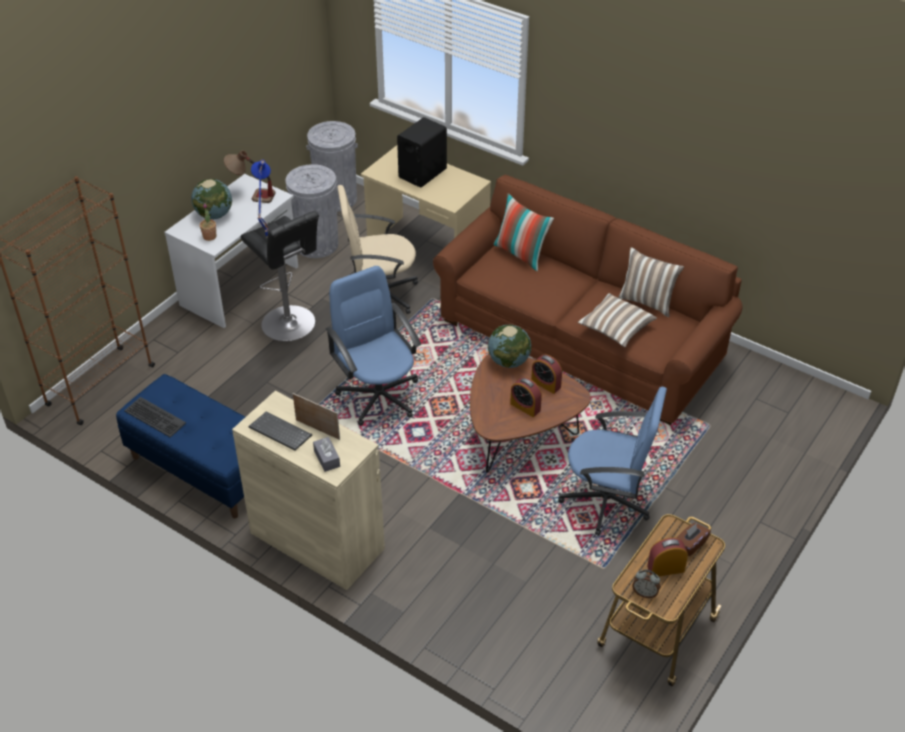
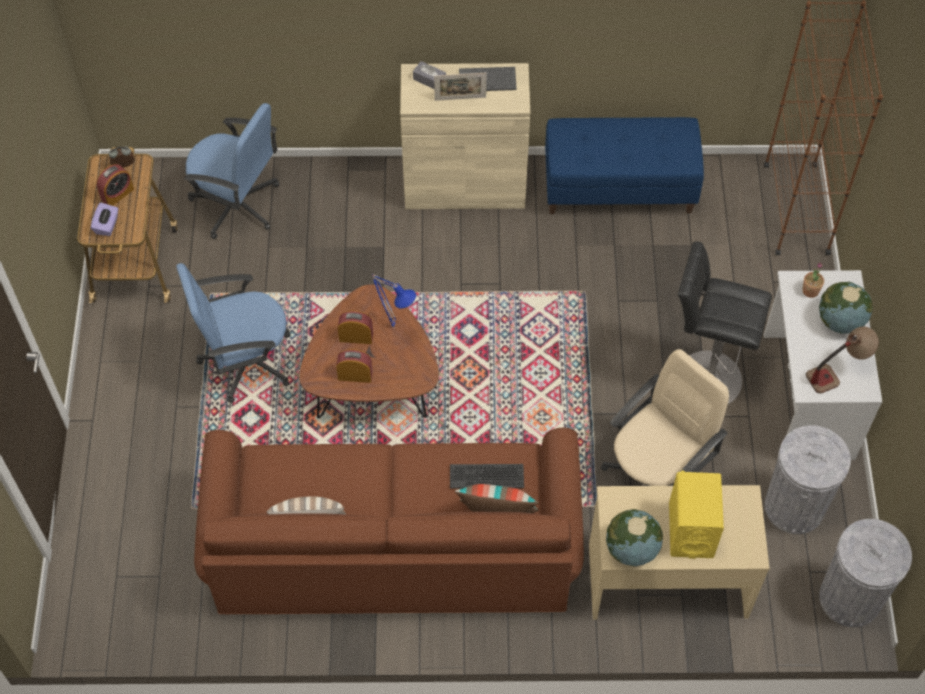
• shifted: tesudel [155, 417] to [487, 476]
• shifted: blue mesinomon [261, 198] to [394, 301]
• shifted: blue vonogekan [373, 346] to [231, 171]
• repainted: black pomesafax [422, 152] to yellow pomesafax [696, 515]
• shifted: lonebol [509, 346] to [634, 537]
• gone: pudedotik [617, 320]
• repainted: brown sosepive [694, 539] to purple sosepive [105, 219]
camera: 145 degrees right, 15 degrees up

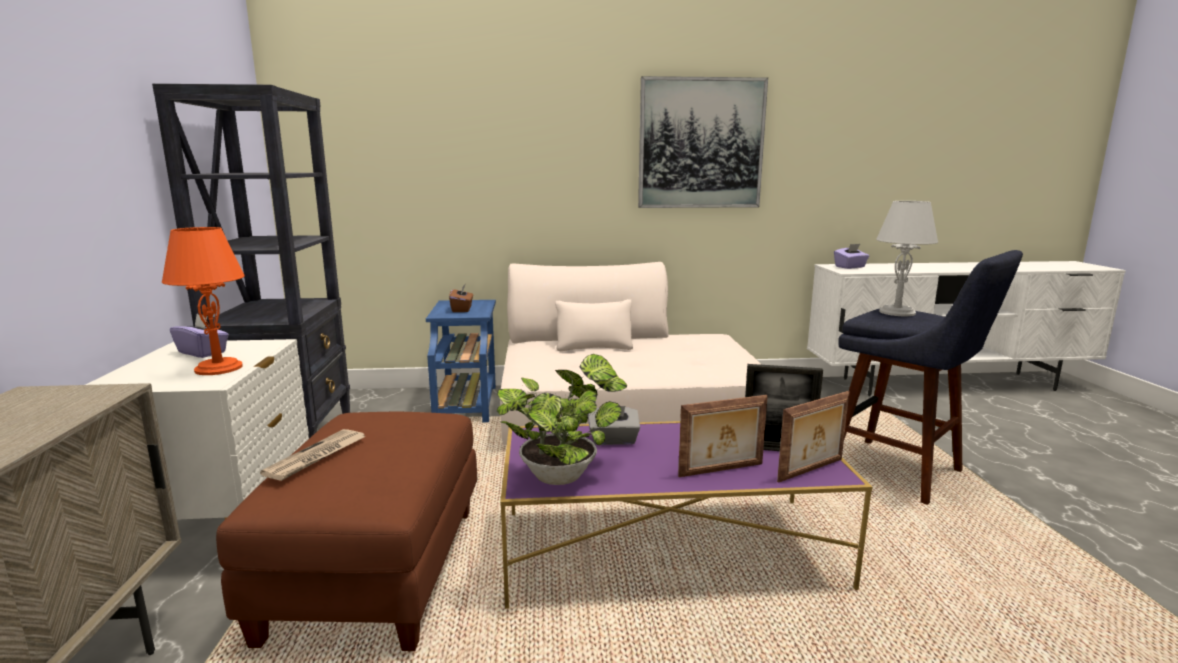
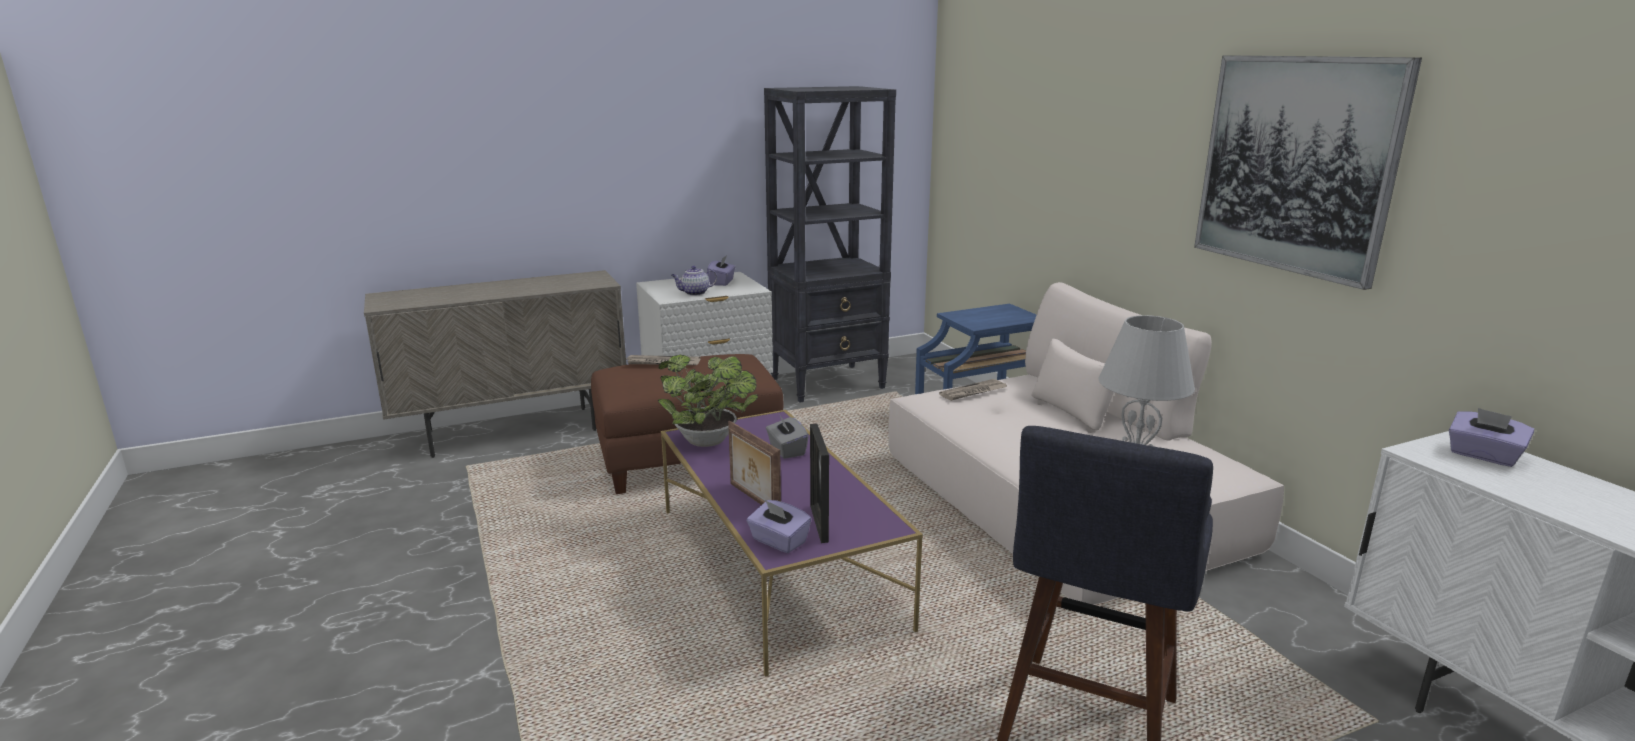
• swapped: orange mesinomon [203, 301] to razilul [694, 281]
• gone: brown sosepive [461, 298]
• swapped: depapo [813, 437] to purple sosepive [779, 526]
• new: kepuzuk [973, 390]
camera: 70 degrees right, 5 degrees up

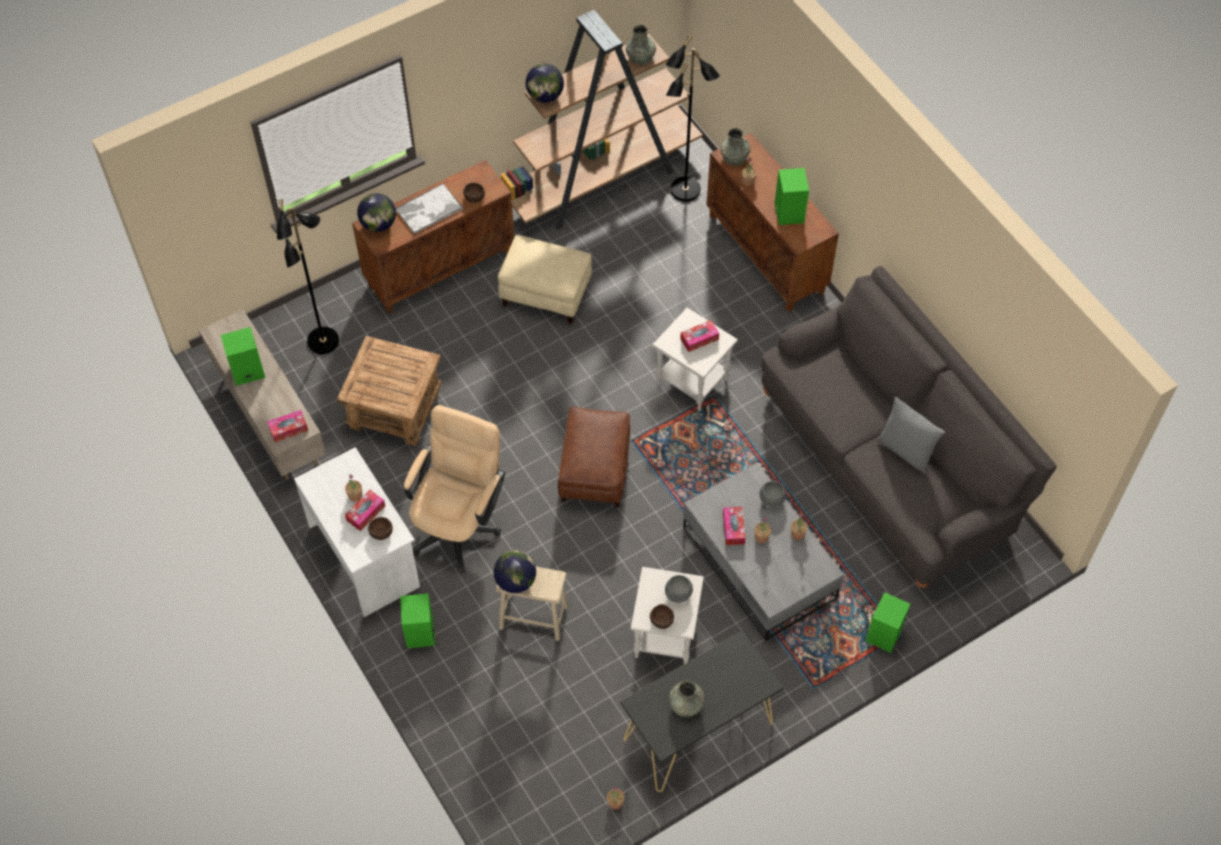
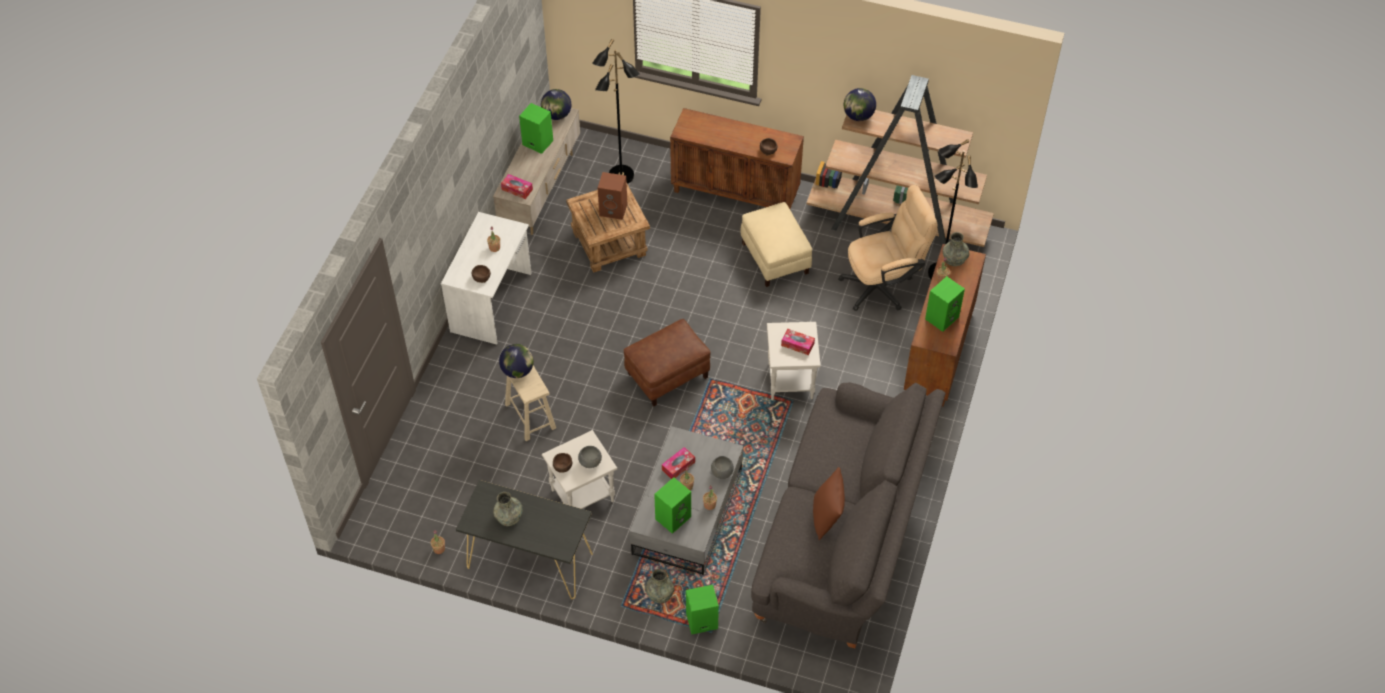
• gone: sosepive [365, 510]
• shifted: lonebol [376, 212] to [556, 104]
• gone: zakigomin [429, 208]
• shifted: green pomesafax [417, 620] to [672, 505]
• shifted: beige vonogekan [454, 489] to [888, 248]
• shifted: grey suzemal [641, 44] to [659, 586]
• repainted: grey pudedotik [911, 435] to brown pudedotik [829, 503]
• new: brown pomesafax [612, 196]
camera: 50 degrees right, 5 degrees down

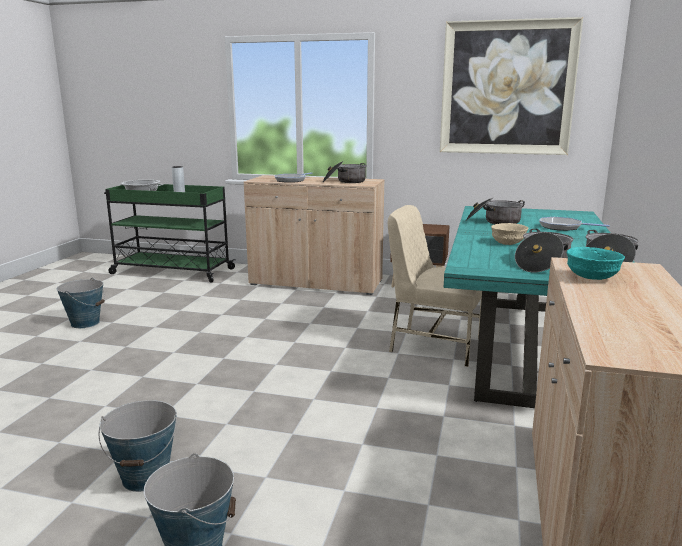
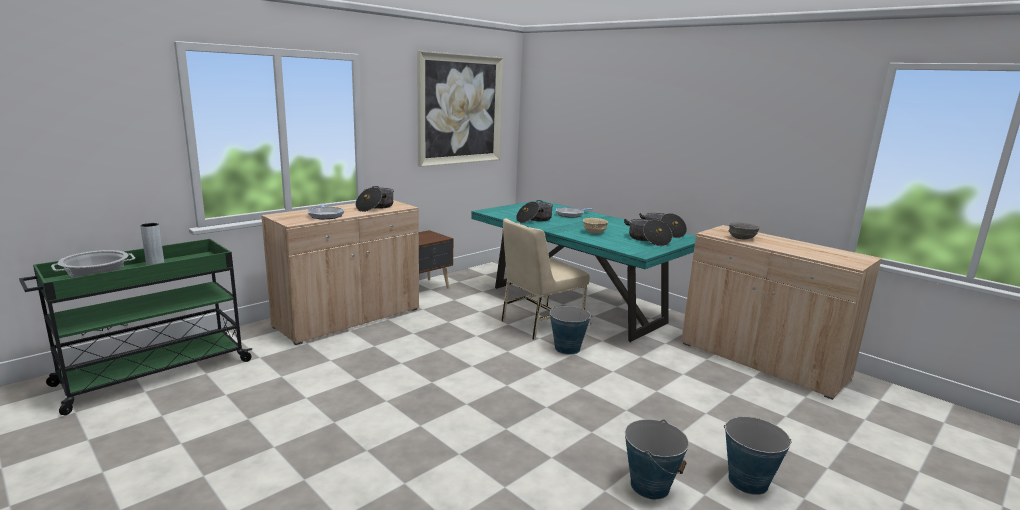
• shifted: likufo [81, 303] to [570, 330]
• repainted: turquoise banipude [595, 263] to grey banipude [744, 231]
camera: 60 degrees left, 0 degrees up

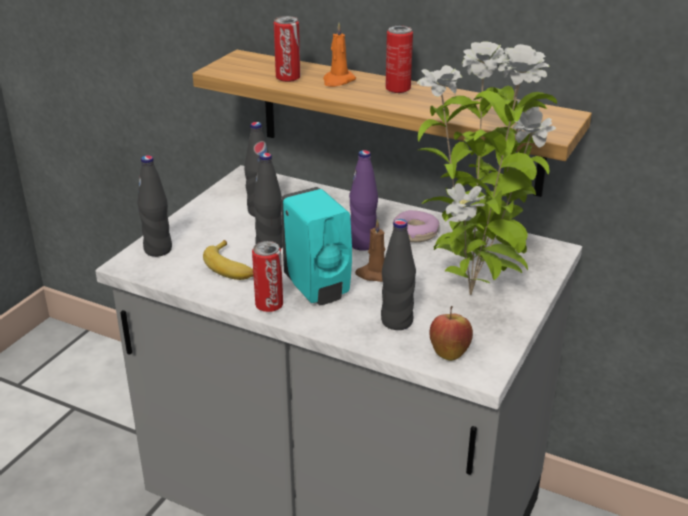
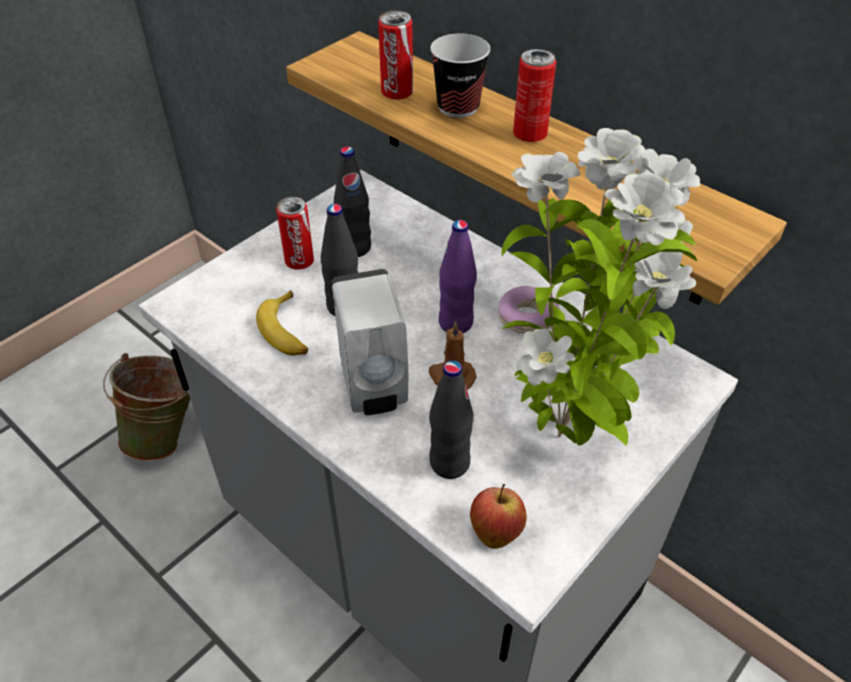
• gone: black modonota [154, 206]
• shifted: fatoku [267, 276] to [295, 233]
• repainted: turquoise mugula [316, 246] to white mugula [370, 342]
• swapped: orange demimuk [339, 55] to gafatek [460, 75]
• new: green likufo [146, 407]
camera: 15 degrees right, 15 degrees up

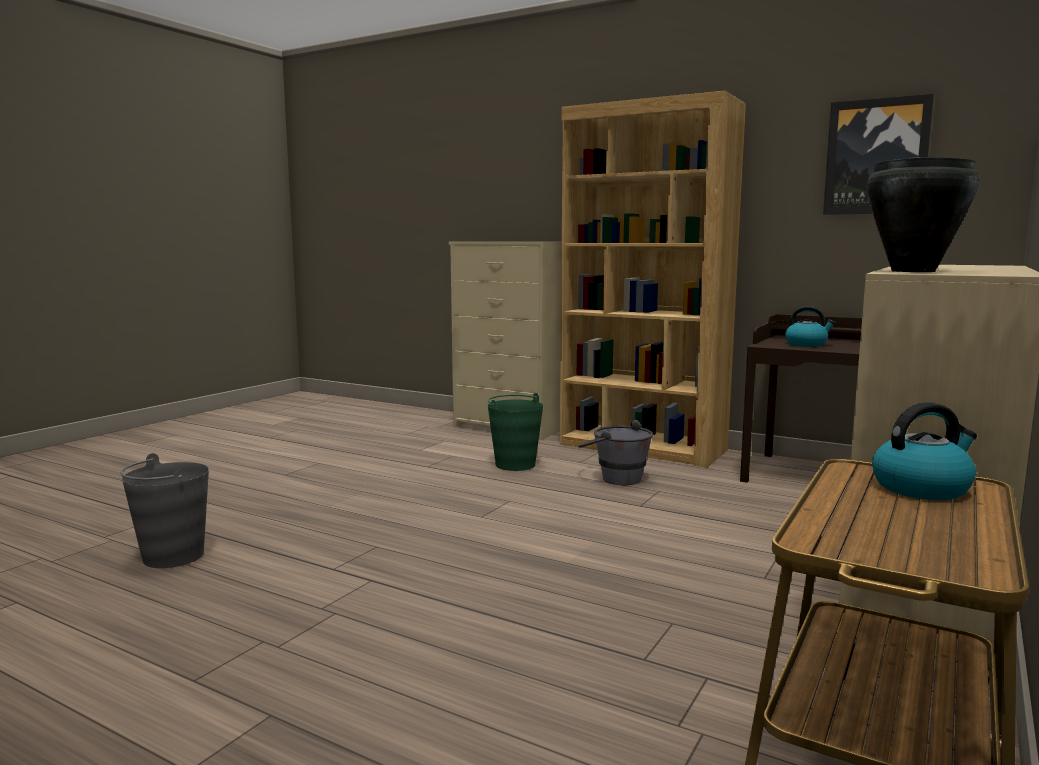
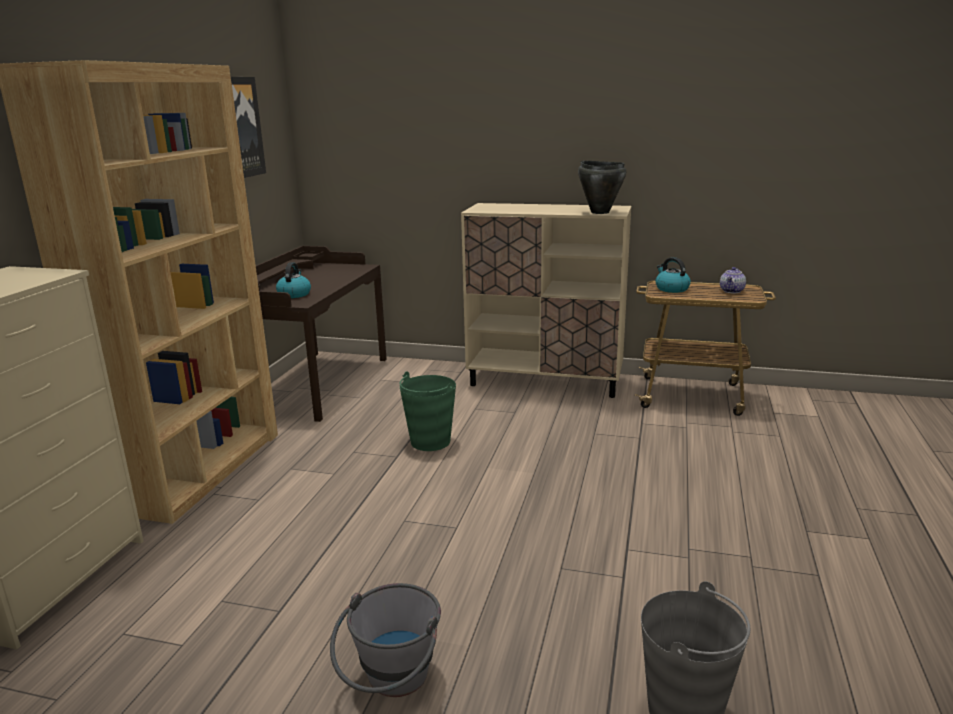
• shifted: green likufo [515, 432] to [427, 411]
• shifted: grey likufo [616, 452] to [385, 640]
• new: razilul [733, 280]
camera: 105 degrees left, 10 degrees up

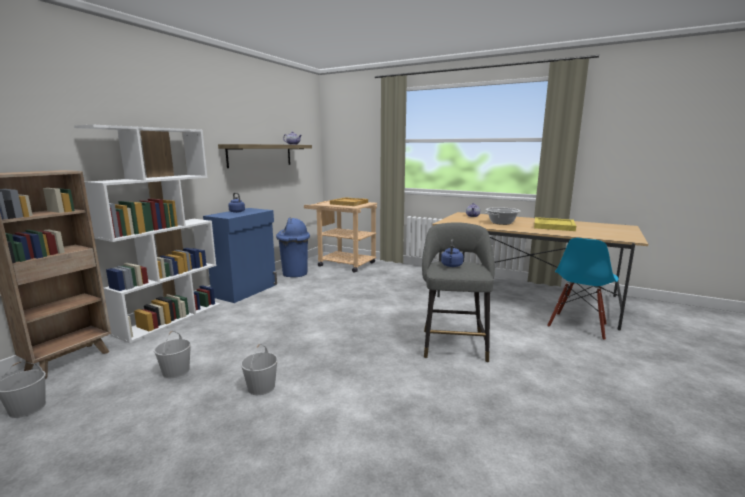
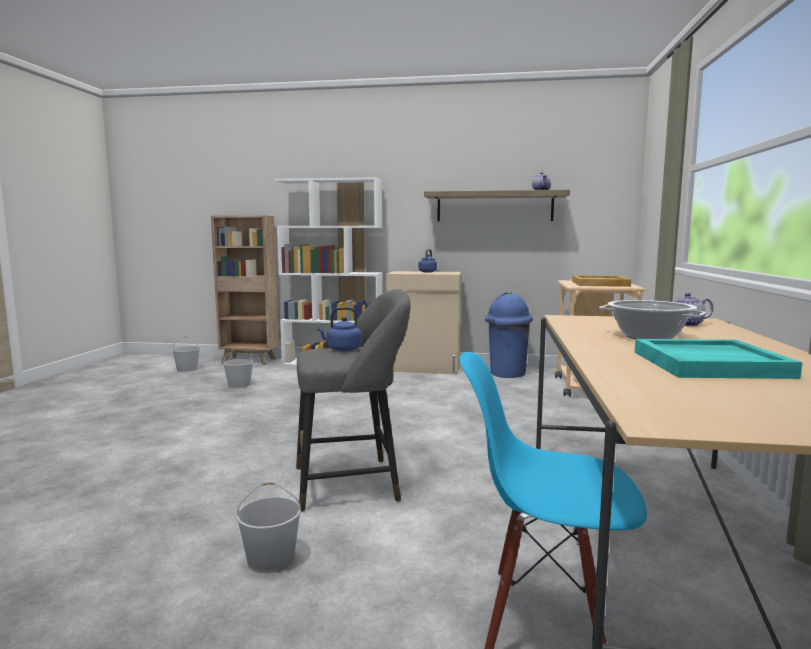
• repainted: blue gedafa [240, 255] to beige gedafa [423, 322]
• shifted: white likufo [259, 369] to [268, 527]
• repainted: yellow zakigomin [555, 224] to turquoise zakigomin [718, 359]
camera: 70 degrees right, 5 degrees down

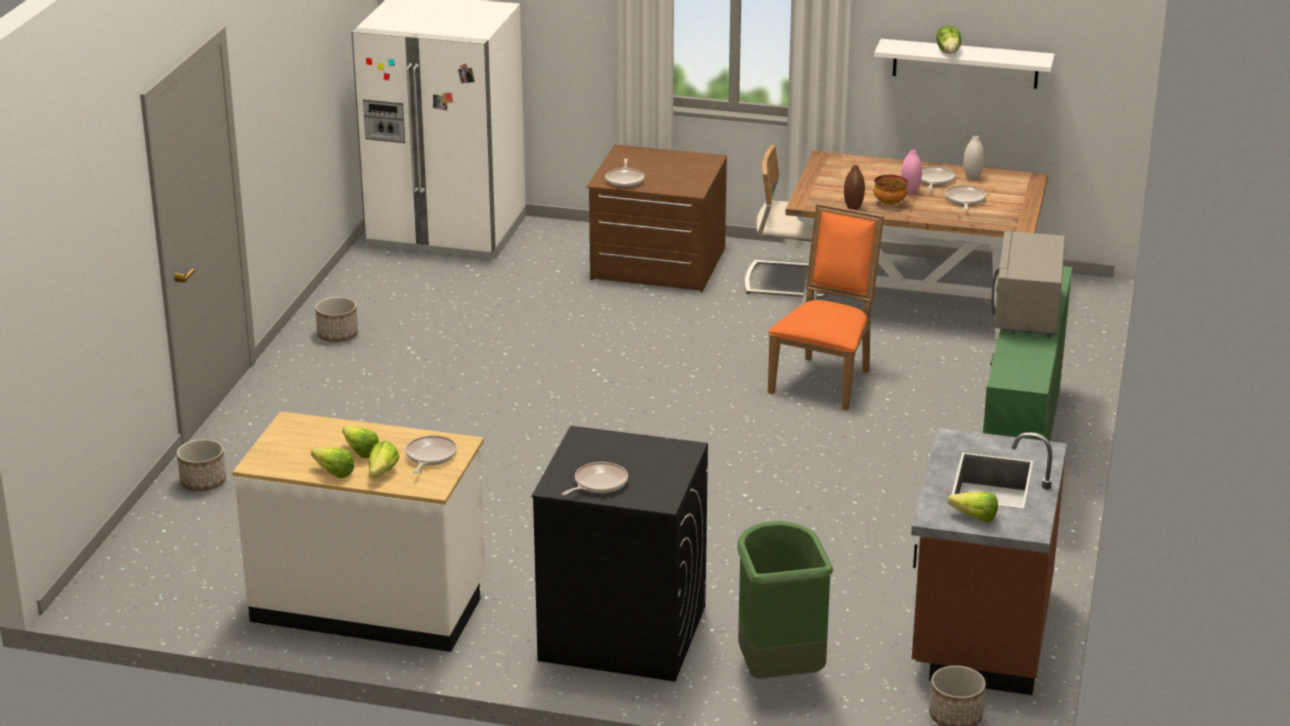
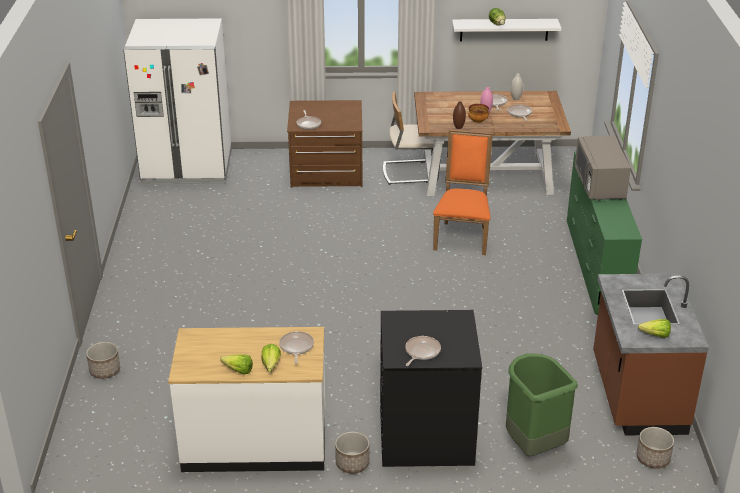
• shifted: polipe [336, 319] to [352, 452]
• gone: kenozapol [360, 442]
camera: 15 degrees left, 5 degrees up

